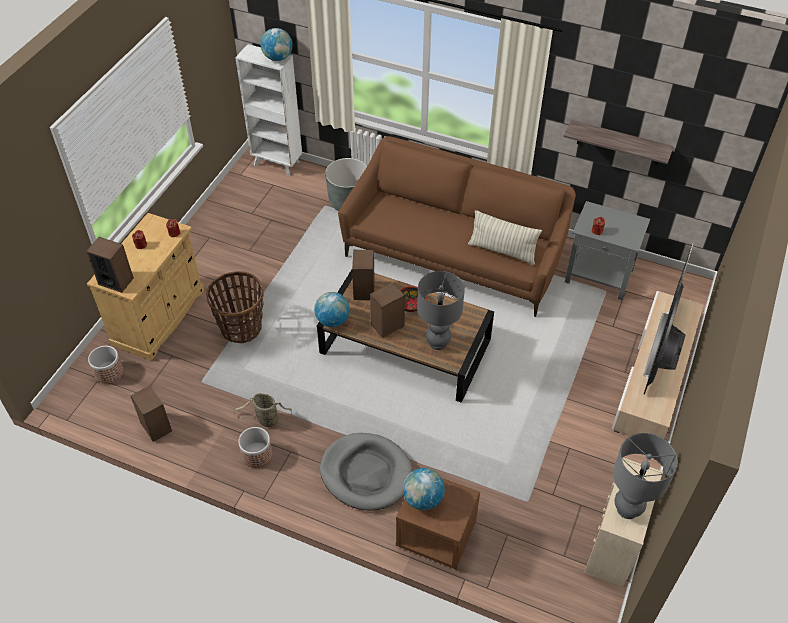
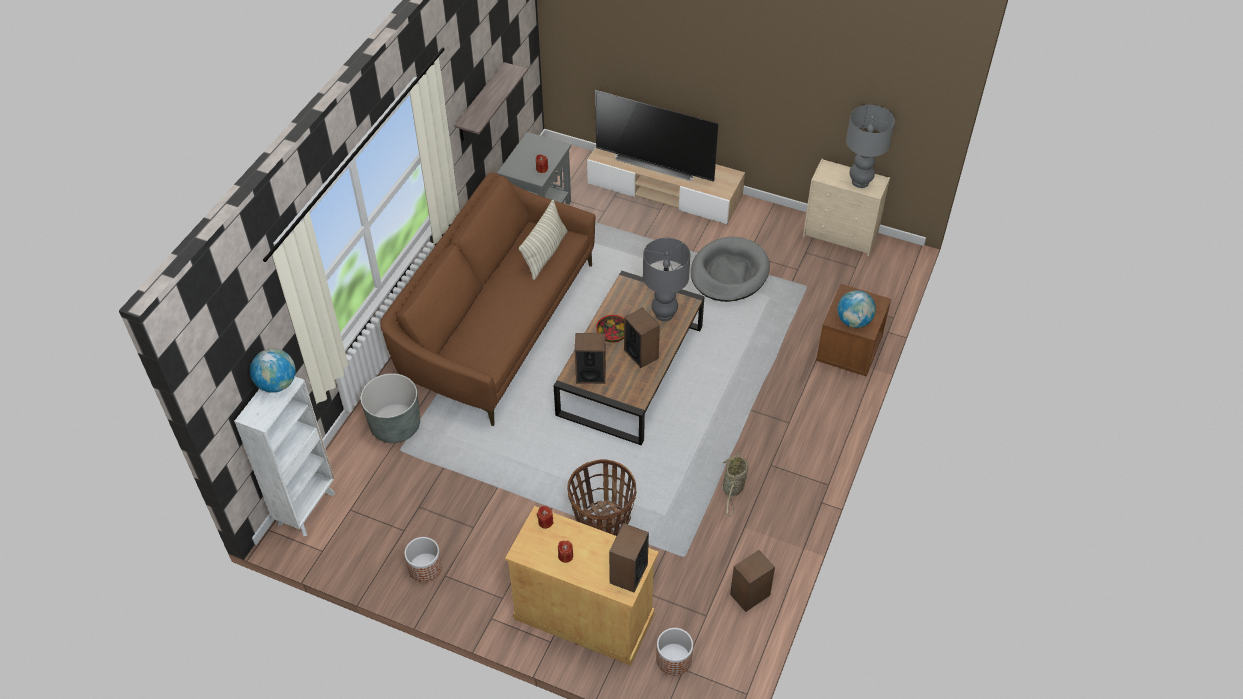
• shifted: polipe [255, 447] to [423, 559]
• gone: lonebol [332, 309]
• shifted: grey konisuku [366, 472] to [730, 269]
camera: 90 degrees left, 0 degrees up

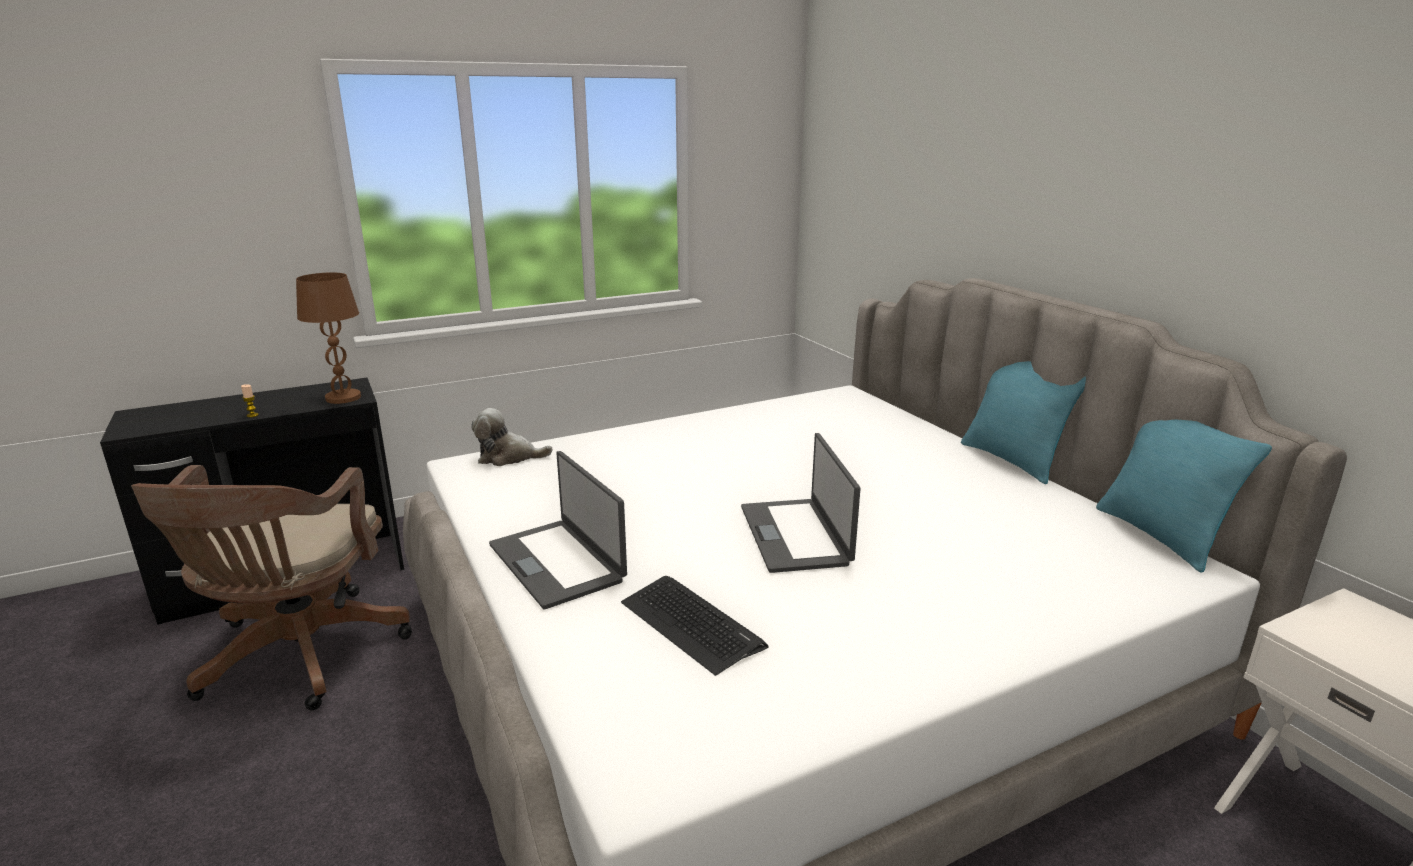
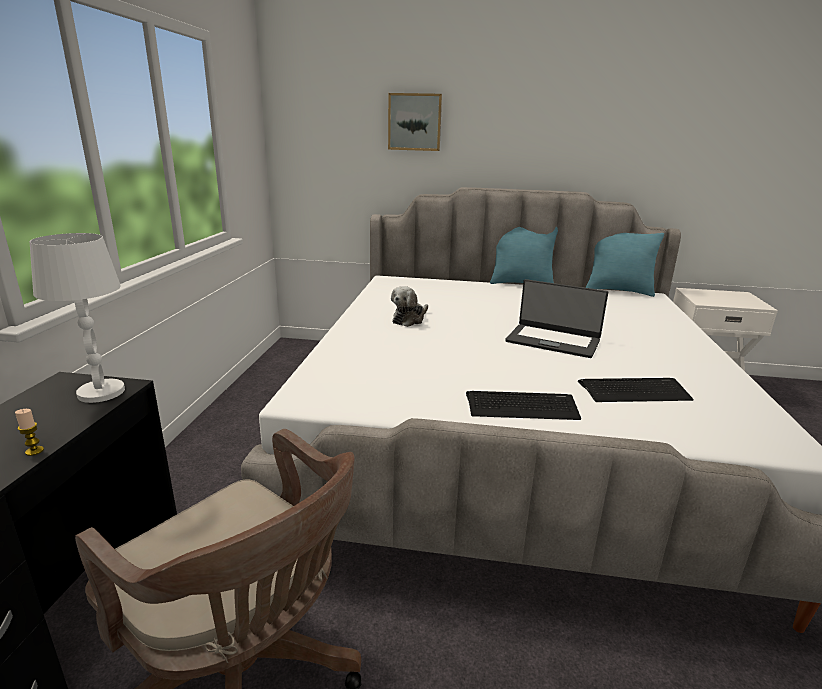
• repainted: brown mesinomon [328, 338] to white mesinomon [77, 318]
• shifted: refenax [512, 437] to [409, 306]
• swapped: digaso [558, 530] to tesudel [523, 405]
• new: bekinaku [415, 122]
camera: 55 degrees left, 0 degrees up

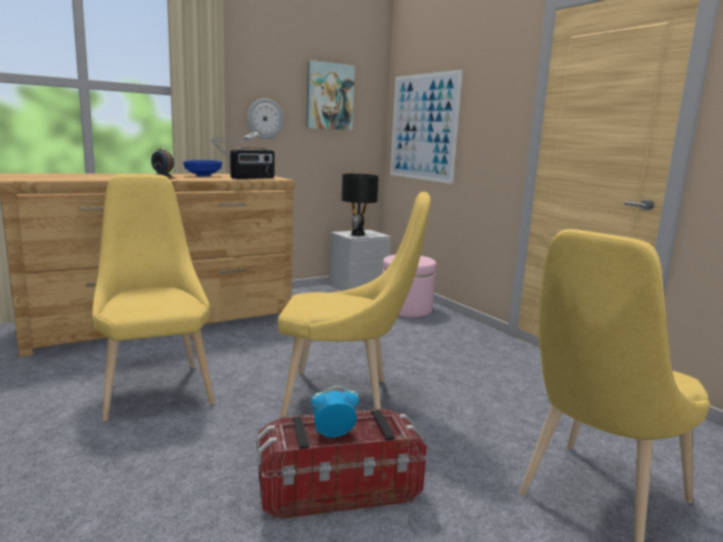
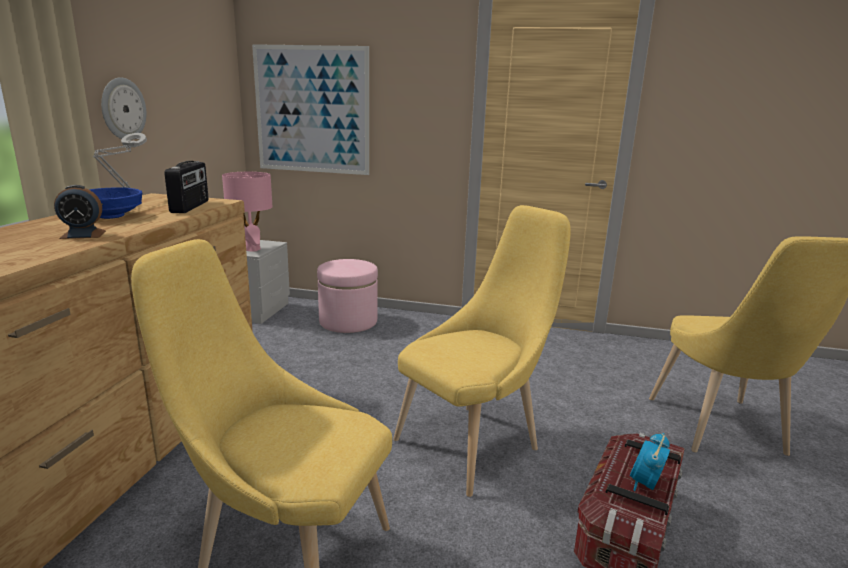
• gone: bekinaku [330, 95]
• repainted: black mesinomon [360, 205] to pink mesinomon [247, 212]
camera: 45 degrees left, 5 degrees up

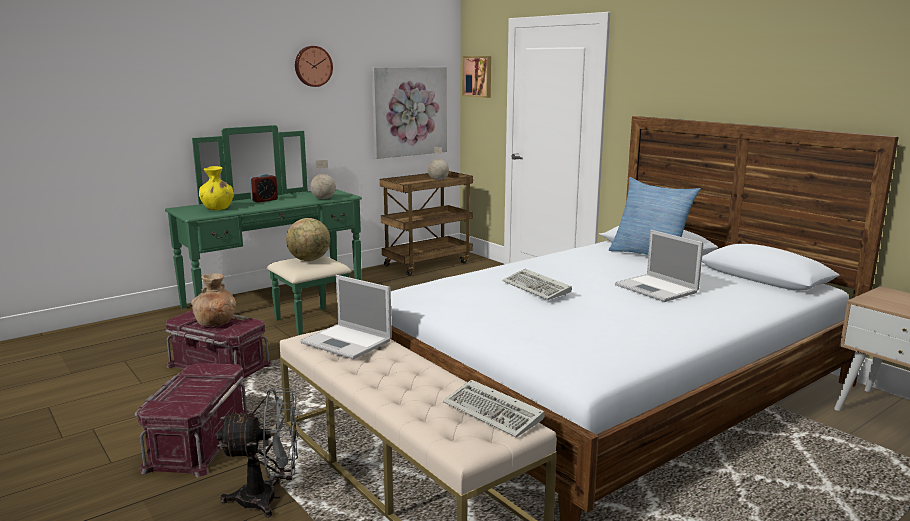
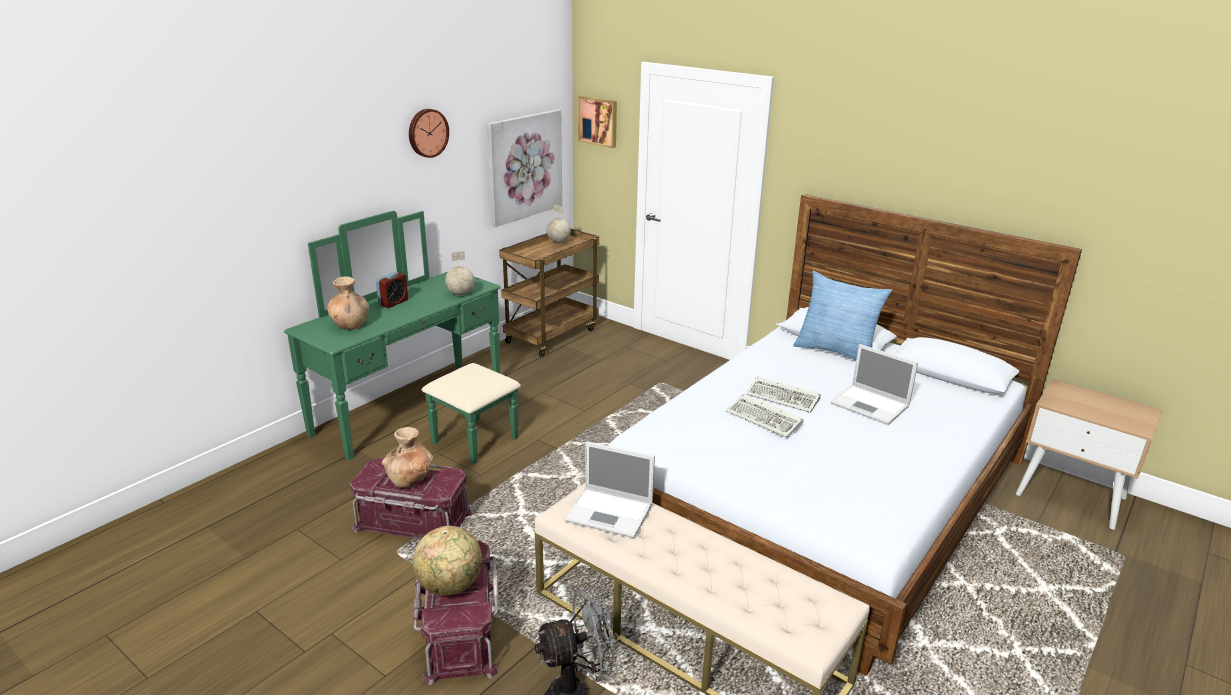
• repainted: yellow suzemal [216, 188] to brown suzemal [348, 303]
• shifted: lonebol [308, 239] to [447, 561]
• shifted: tesudel [494, 409] to [783, 394]
camera: 15 degrees left, 10 degrees up

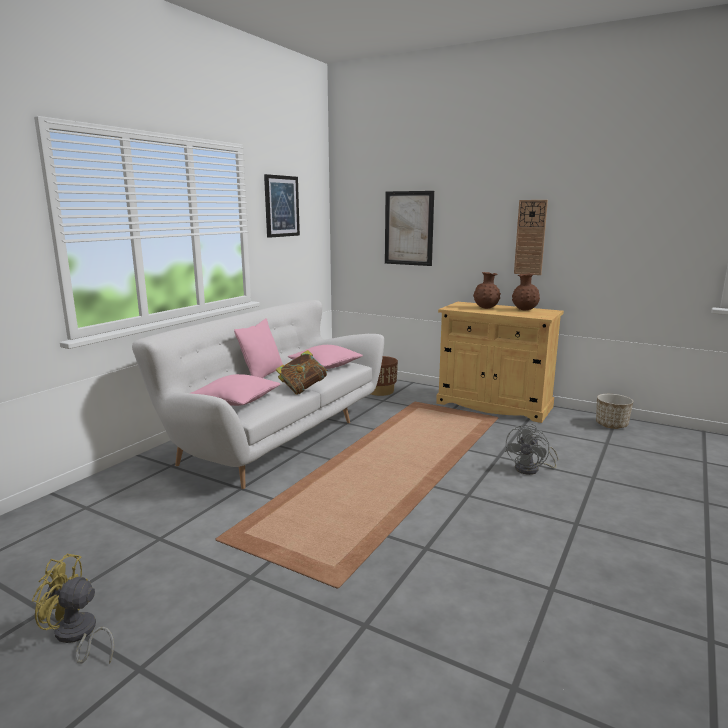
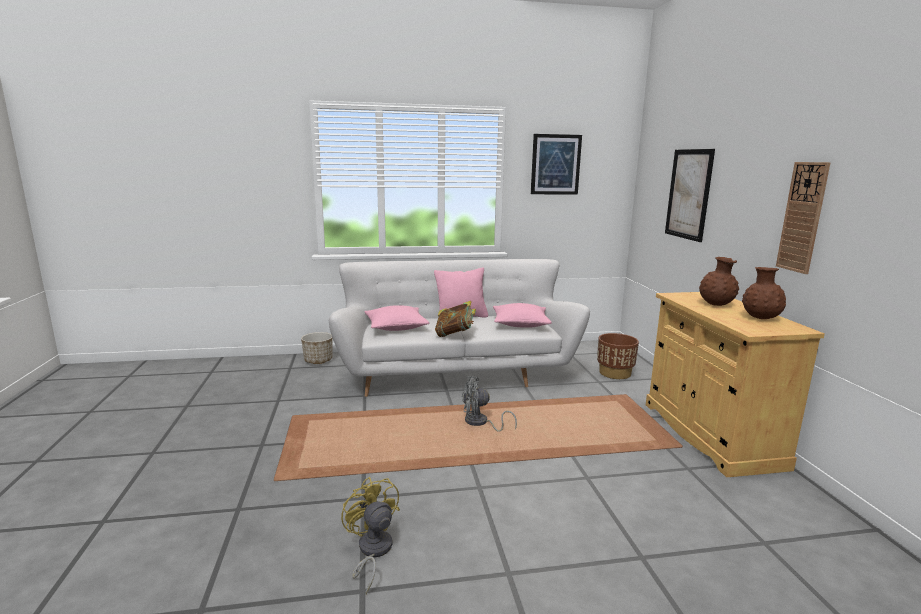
• shifted: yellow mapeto [73, 609] to [370, 535]
• shifted: grey mapeto [531, 449] to [489, 403]
• shifted: polipe [614, 411] to [317, 348]
camera: 50 degrees right, 0 degrees up

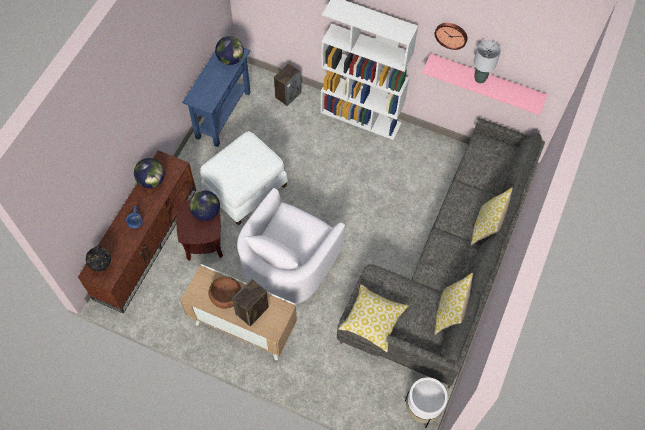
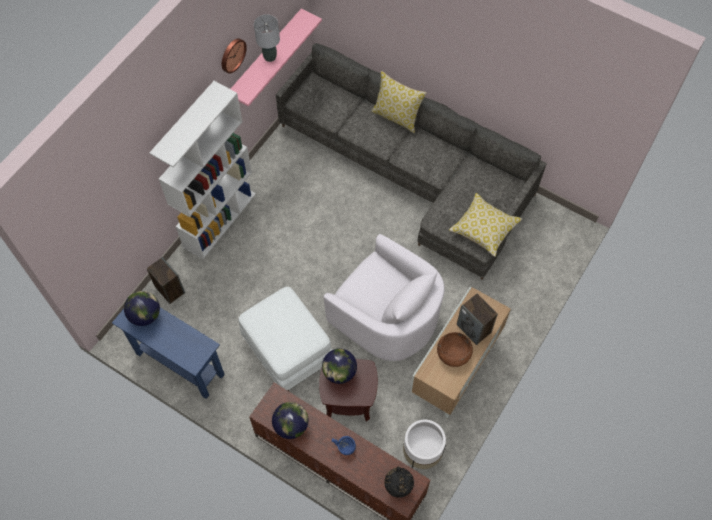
• shifted: white polipe [426, 402] to [424, 444]
• gone: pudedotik [454, 304]
camera: 80 degrees left, 0 degrees up

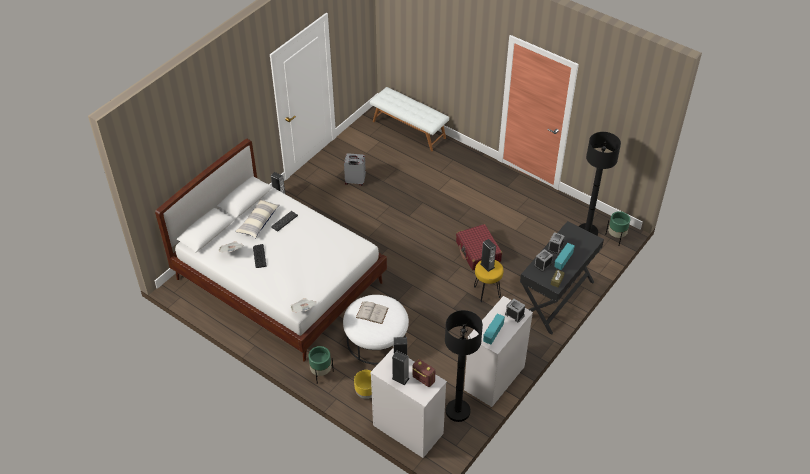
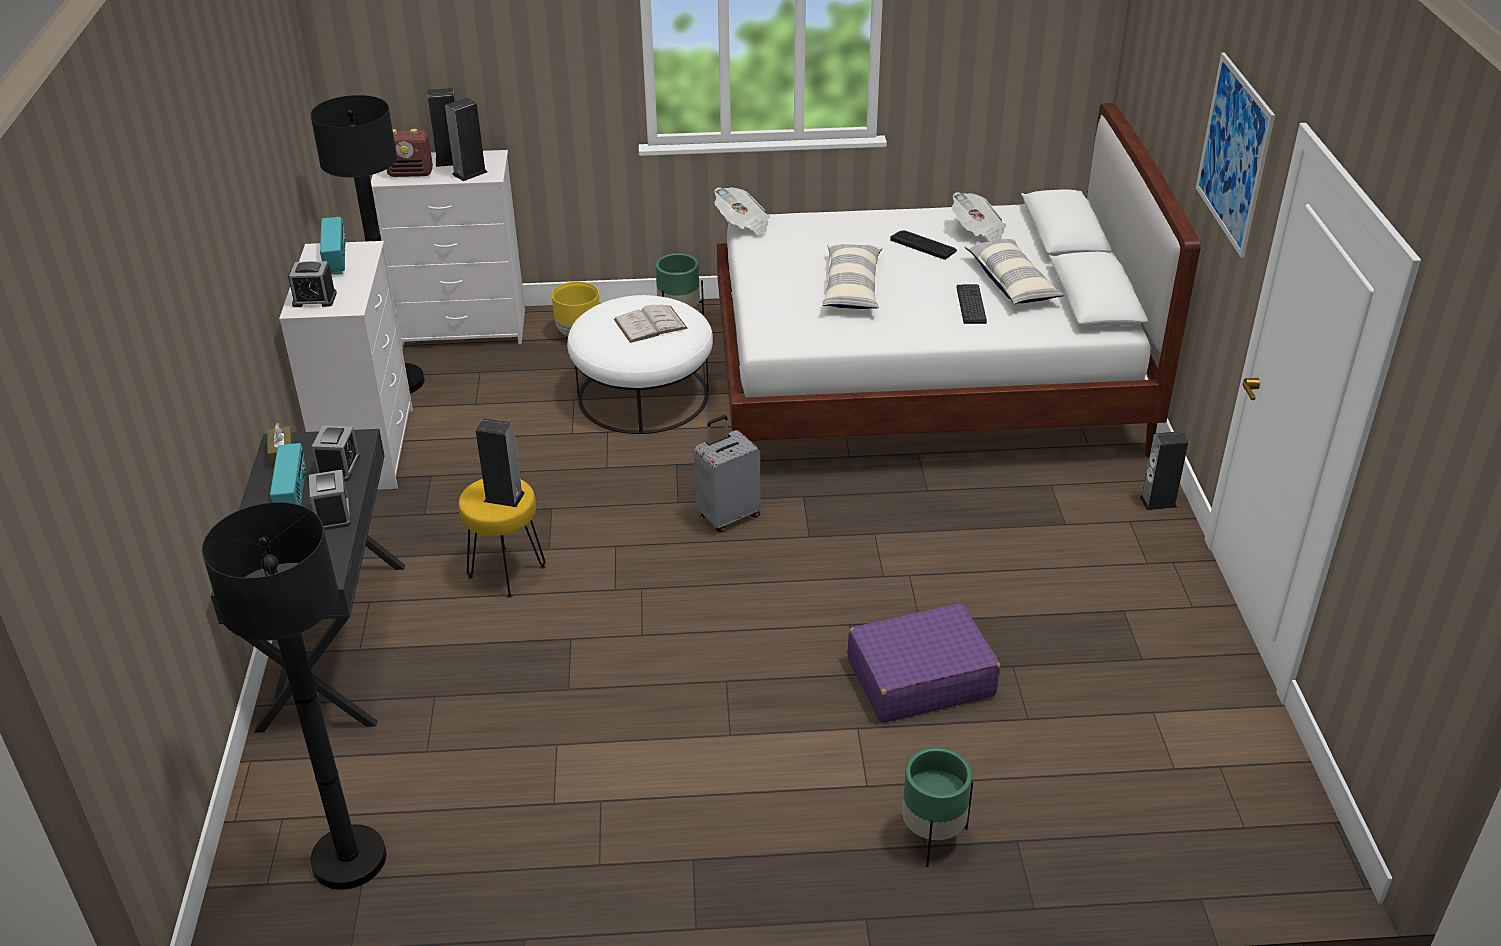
• shifted: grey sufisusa [355, 169] to [726, 473]
• gone: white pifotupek [409, 119]
• gone: red sufisusa [479, 247]
• shifted: green polipe [617, 228] to [937, 807]
• new: pudedotik [852, 276]
• new: purple sufisusa [924, 663]
• new: bekinaku [1235, 155]
camera: 140 degrees right, 10 degrees down

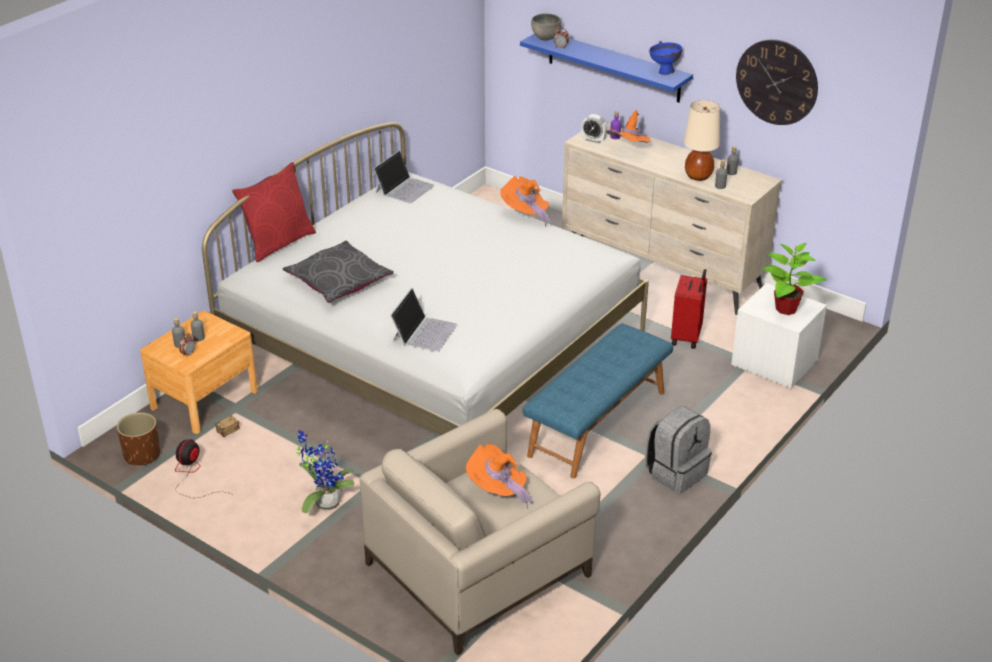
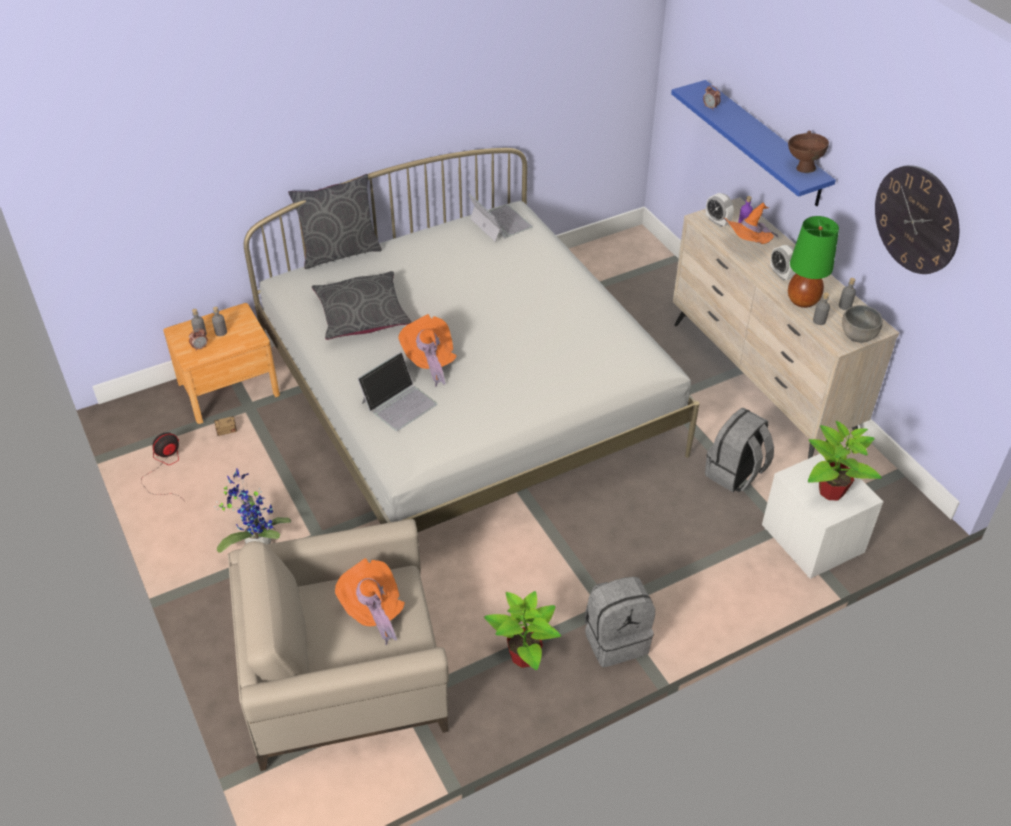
• gone: brown polipe [138, 439]
• repainted: red pudedotik [274, 212] to grey pudedotik [335, 221]
• rotated: digaso [403, 177] = [500, 218] 90 degrees counterclockwise
• shifted: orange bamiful [526, 201] to [427, 350]
• gone: blue pifotupek [597, 401]
• shifted: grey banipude [546, 27] to [862, 324]
• repainted: blue banipude [665, 58] to brown banipude [808, 151]
• swapped: red sufisusa [689, 309] to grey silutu [739, 450]
• repainted: beige mesinomon [702, 140] to green mesinomon [813, 262]
• new: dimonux [522, 630]
• new: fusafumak [783, 263]
camera: 25 degrees right, 10 degrees up

